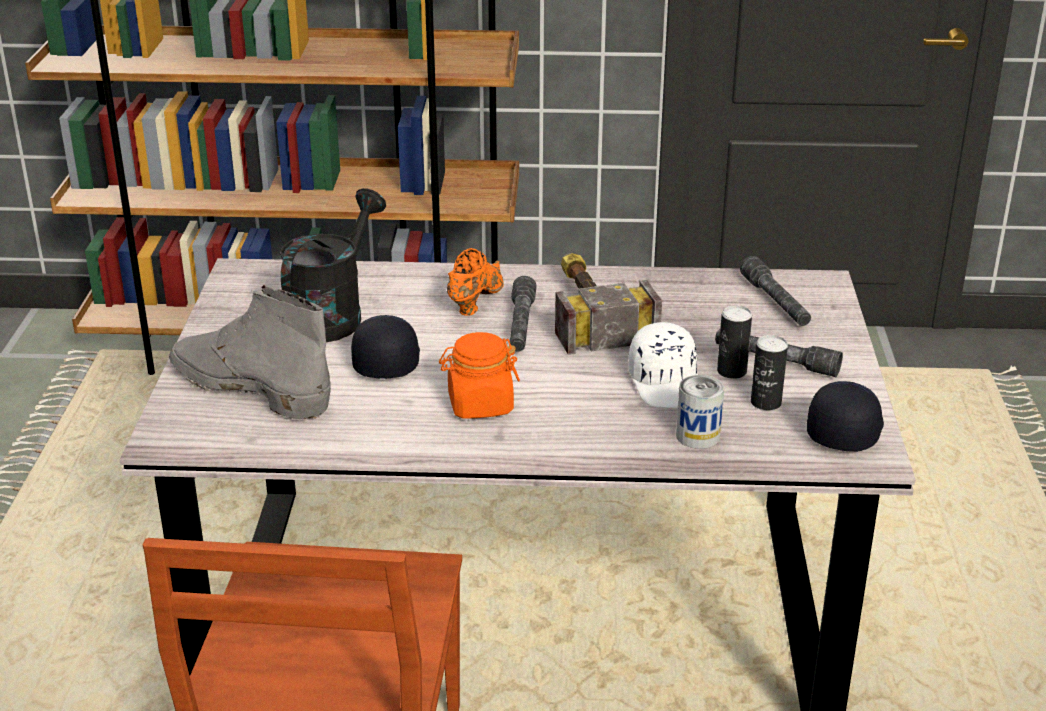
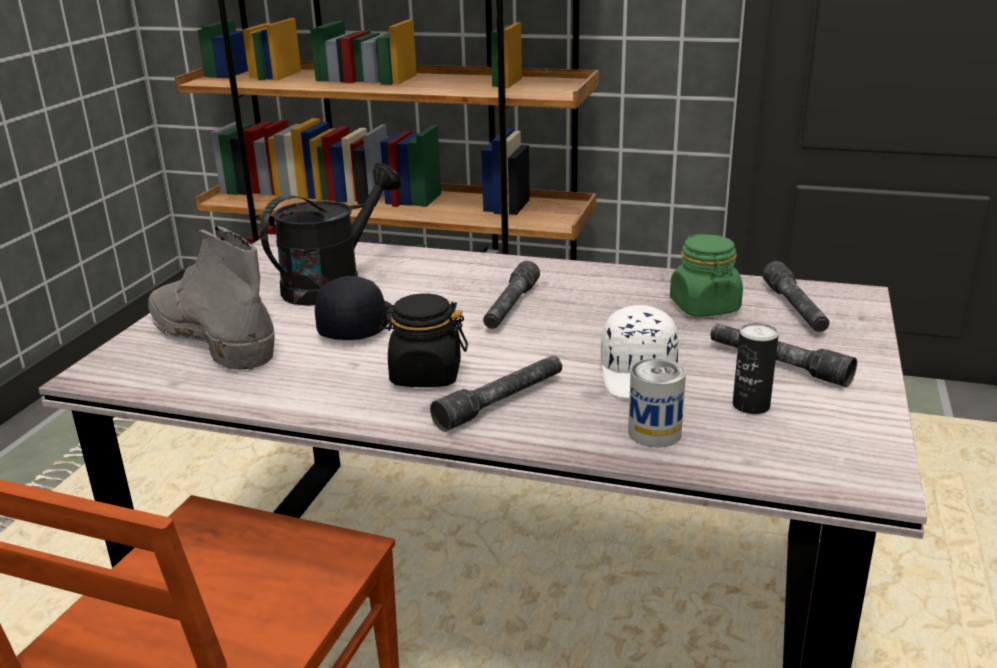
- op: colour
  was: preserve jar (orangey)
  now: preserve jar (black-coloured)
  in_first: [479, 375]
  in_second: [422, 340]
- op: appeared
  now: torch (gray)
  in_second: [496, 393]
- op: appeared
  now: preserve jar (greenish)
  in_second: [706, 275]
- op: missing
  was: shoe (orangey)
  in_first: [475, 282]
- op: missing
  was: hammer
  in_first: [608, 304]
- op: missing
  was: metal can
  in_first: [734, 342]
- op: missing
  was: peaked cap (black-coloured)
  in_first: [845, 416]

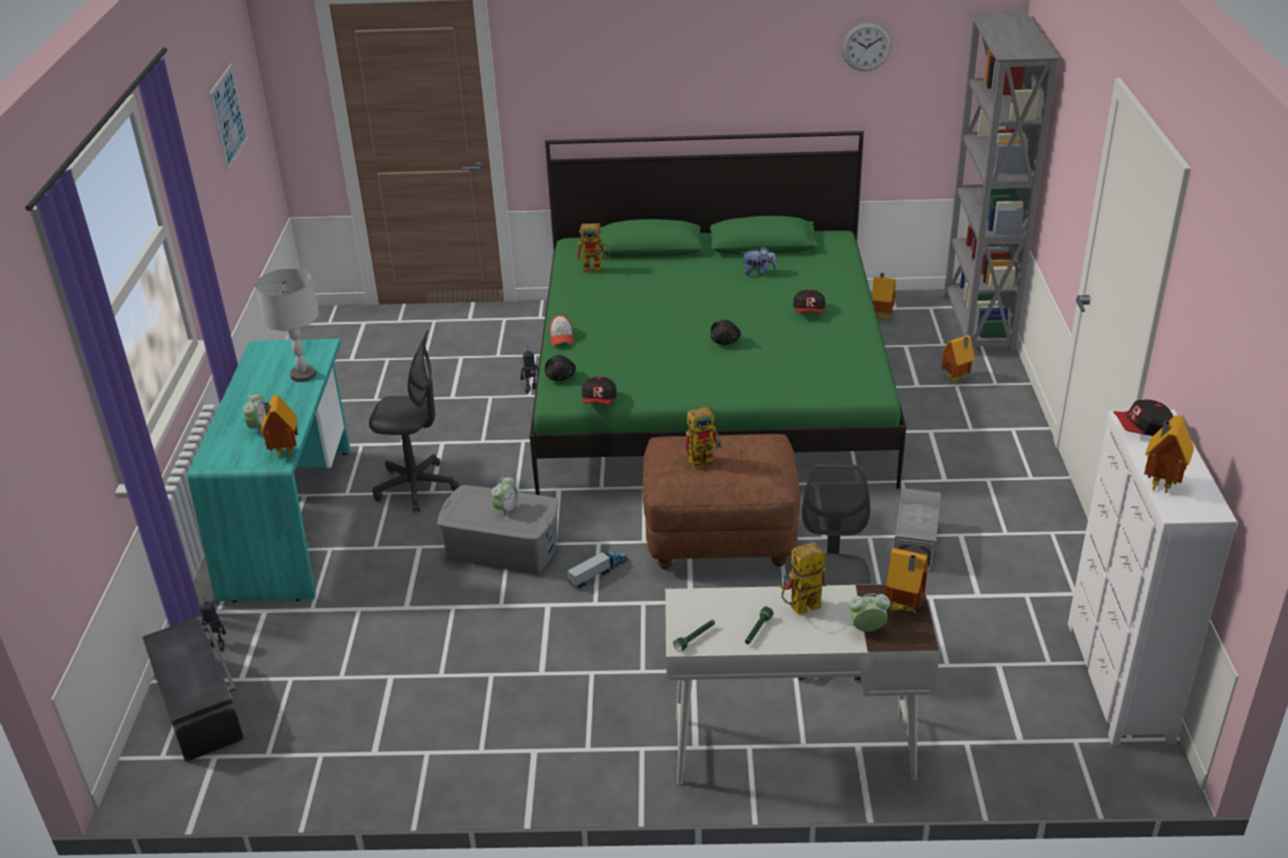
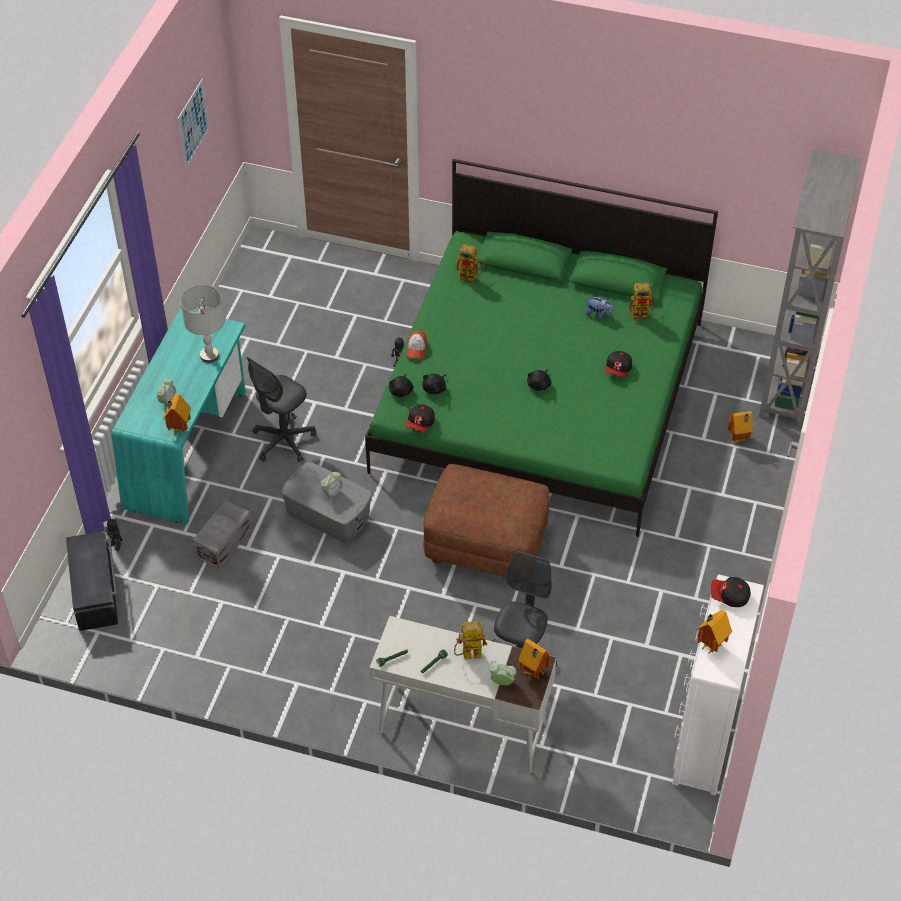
- op: relocated
  was: storage container (gray)
  in_first: [917, 530]
  in_second: [222, 534]
- op: spun
  was: office chair (gray)
  in_first: [414, 421]
  in_second: [281, 409]
  clockwise: 105
- op: appeared
  now: plush toy (black-coloured)
  in_second: [434, 384]
- op: relocated
  was: model robot
  in_first: [703, 437]
  in_second: [641, 302]
- op: missing
  was: toy truck
  in_first: [597, 569]
- op: missing
  was: hanging clock
  in_first: [867, 46]
- op: missing
  was: model house
  in_first: [884, 296]

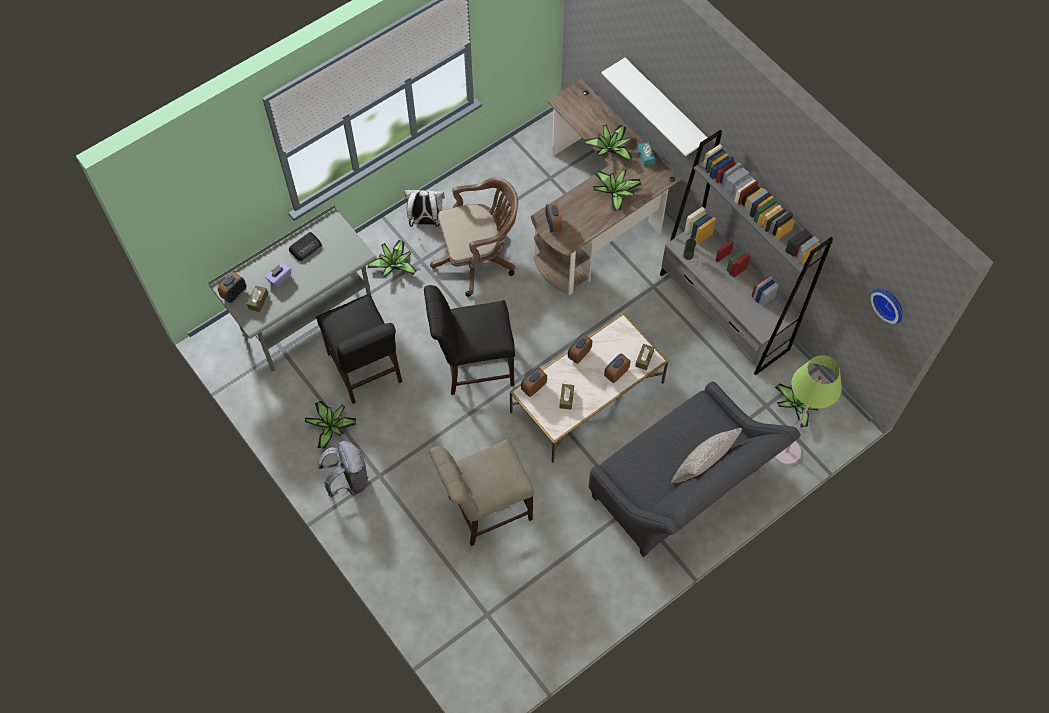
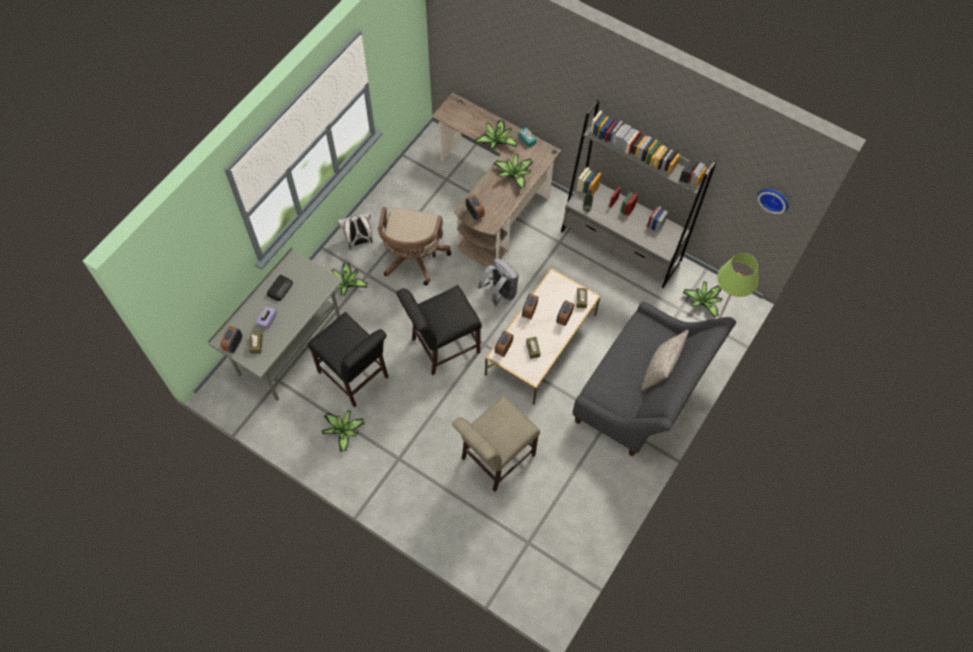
- op: spun
  was: office chair (brown-coloured)
  in_first: [474, 237]
  in_second: [414, 246]
  clockwise: 135
- op: relocated
  was: rucksack (gray)
  in_first: [343, 469]
  in_second: [498, 282]
- op: missing
  was: shelf (whitish)
  in_first: [655, 107]

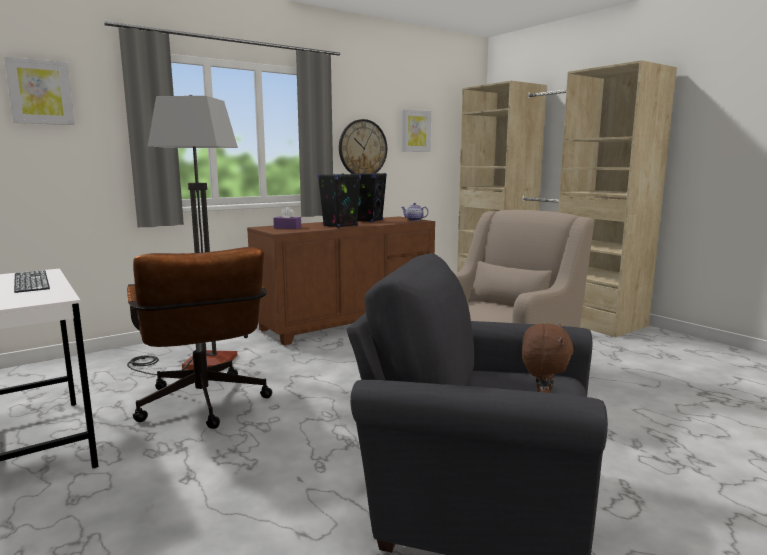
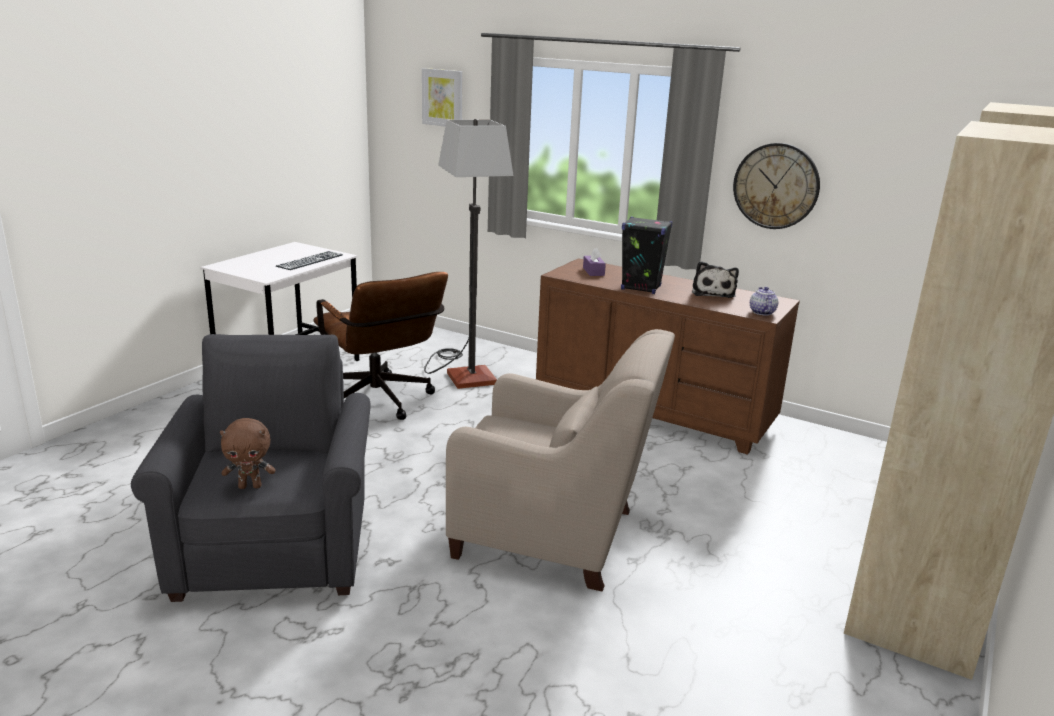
- op: spun
  was: office chair (brown-coloured)
  in_first: [199, 338]
  in_second: [381, 346]
  clockwise: -75
- op: exchanged
  was: audio speaker (black-coloured)
  now: plush toy
  in_first: [369, 197]
  in_second: [715, 279]
- op: missing
  was: picture
  in_first: [416, 130]

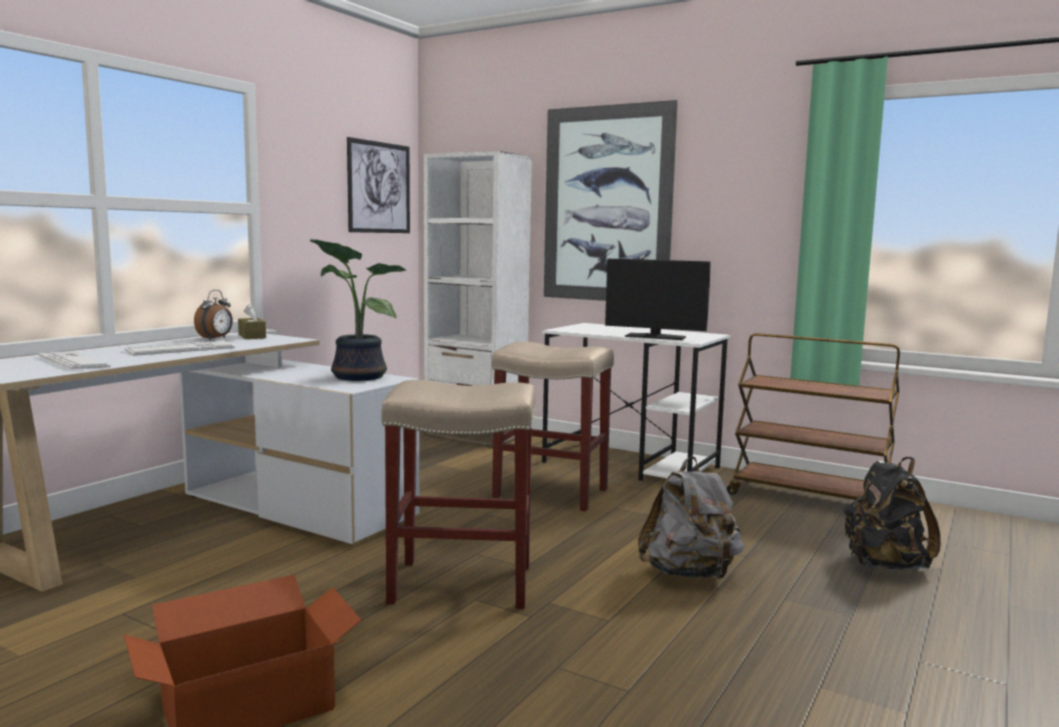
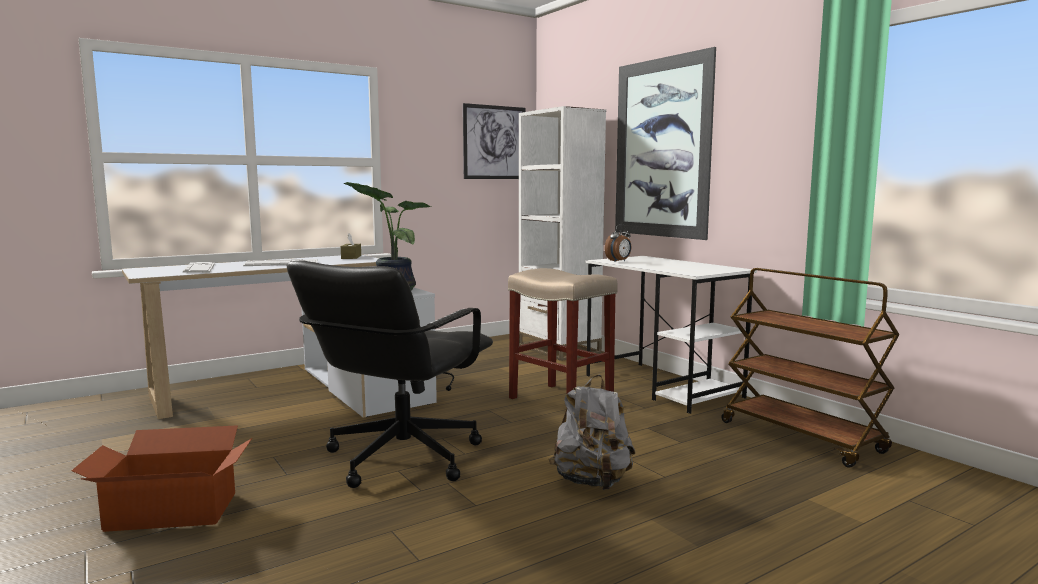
- op: exchanged
  was: sitting stool (beige)
  now: office chair (black-coloured)
  in_first: [458, 494]
  in_second: [390, 374]
- op: relocated
  was: alarm clock
  in_first: [213, 315]
  in_second: [618, 243]
- op: missing
  was: computer display
  in_first: [658, 299]
- op: missing
  was: rucksack (black-coloured)
  in_first: [892, 513]

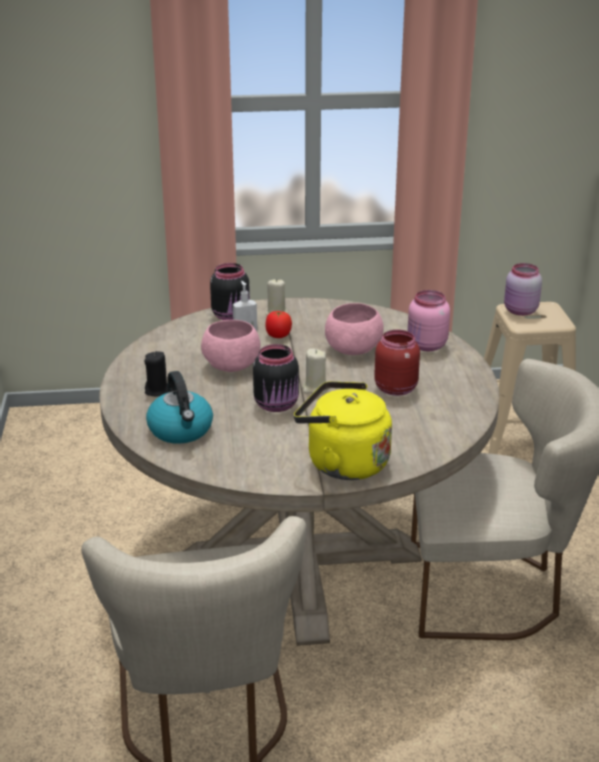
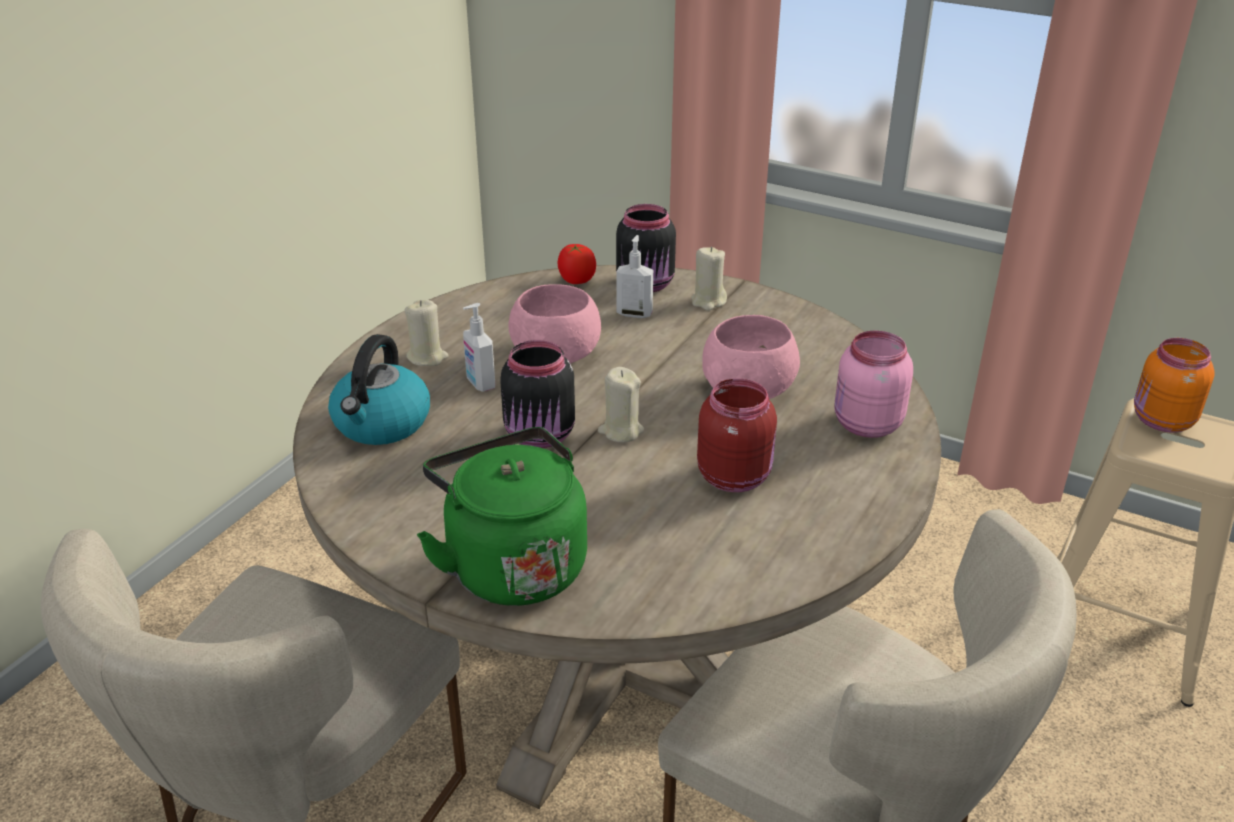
- op: colour
  was: wax candle (black-coloured)
  now: wax candle (beige)
  in_first: [156, 374]
  in_second: [426, 333]
- op: colour
  was: tea kettle (yellow-coloured)
  now: tea kettle (greenish)
  in_first: [343, 430]
  in_second: [502, 516]
- op: appeared
  now: liquid soap bottle
  in_second: [479, 347]
- op: relocated
  was: tomato
  in_first: [278, 324]
  in_second: [577, 264]
- op: colour
  was: preserve jar (pinkish)
  now: preserve jar (orangey)
  in_first: [523, 289]
  in_second: [1174, 385]

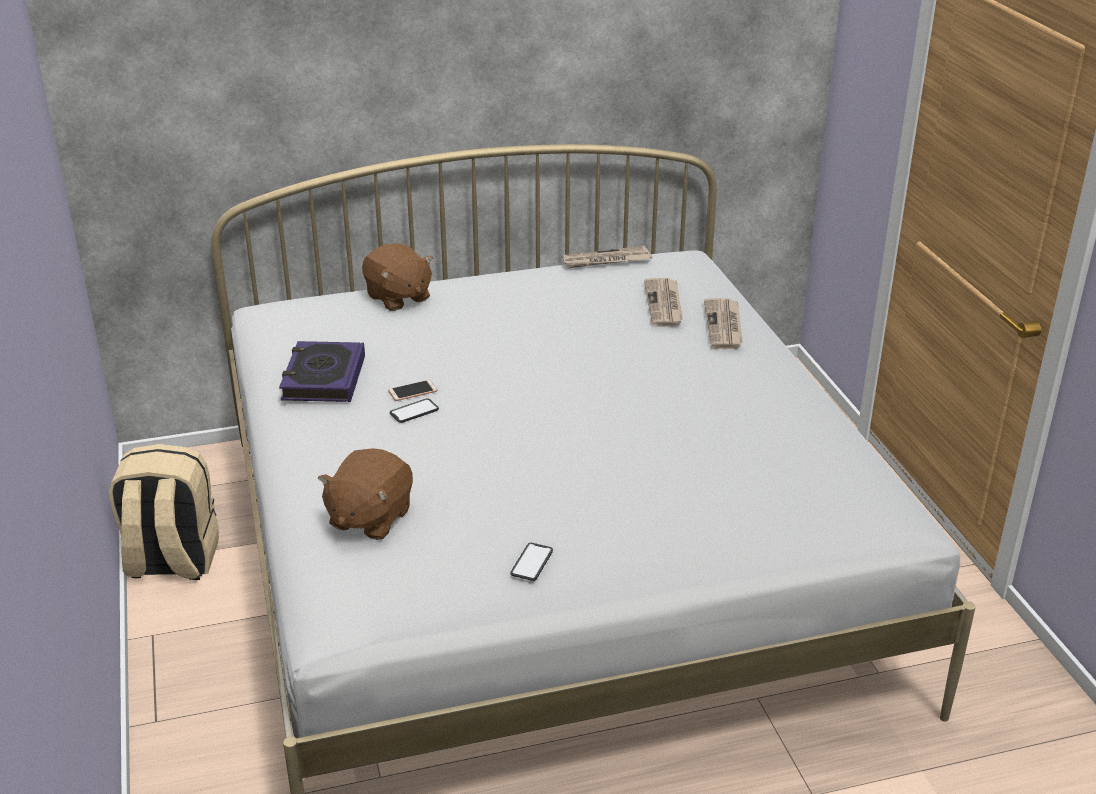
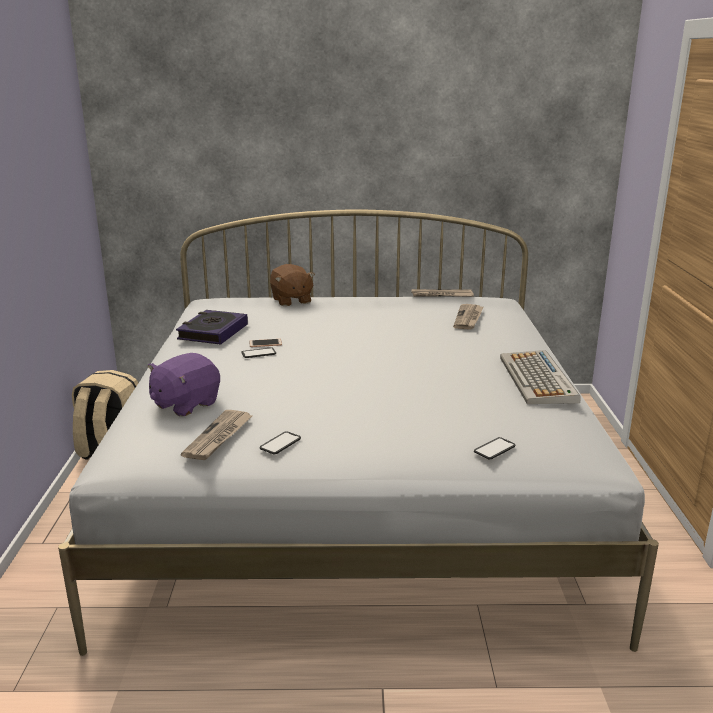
- op: colour
  was: plush toy (brown-coloured)
  now: plush toy (purple-coloured)
  in_first: [365, 494]
  in_second: [184, 385]
- op: relocated
  was: newspaper
  in_first: [723, 323]
  in_second: [216, 435]
- op: appeared
  now: telephone
  in_second: [495, 448]
- op: appeared
  now: keyboard
  in_second: [540, 377]

